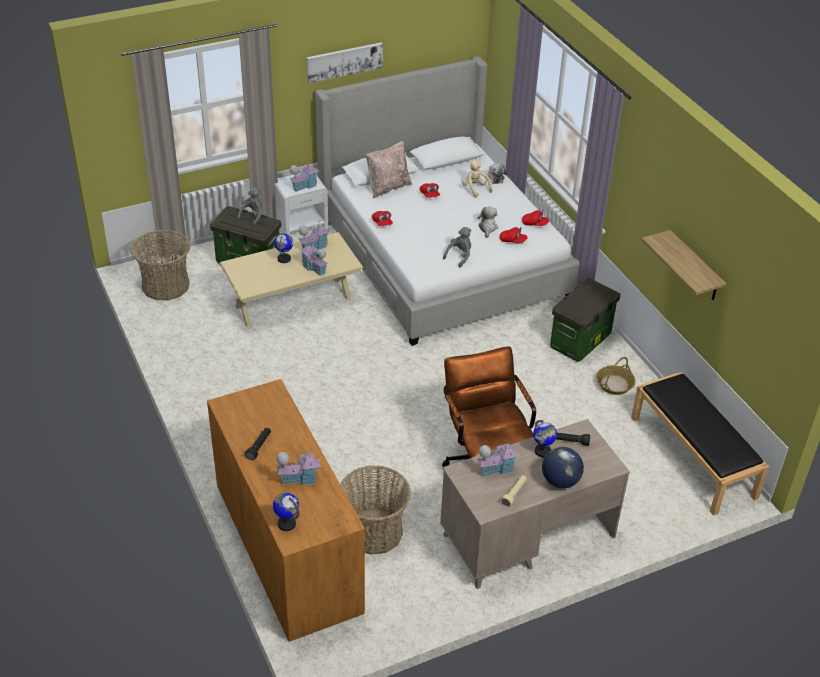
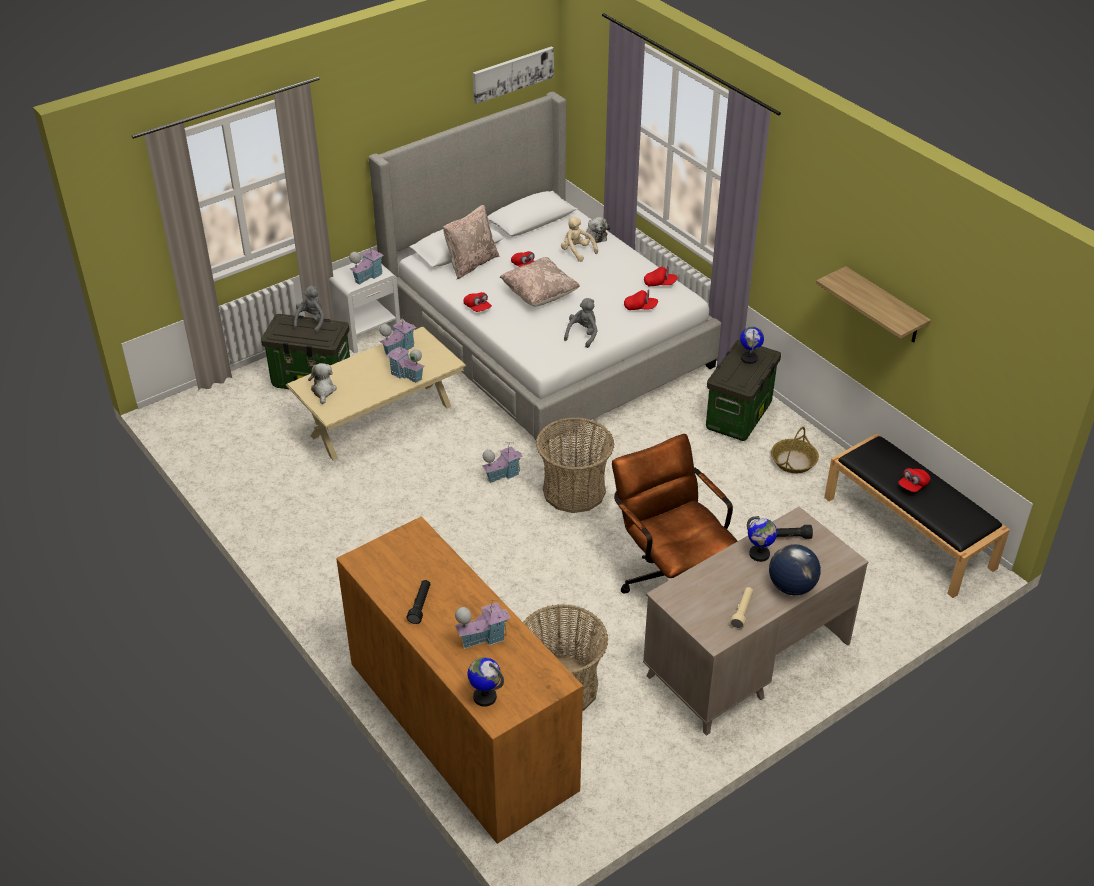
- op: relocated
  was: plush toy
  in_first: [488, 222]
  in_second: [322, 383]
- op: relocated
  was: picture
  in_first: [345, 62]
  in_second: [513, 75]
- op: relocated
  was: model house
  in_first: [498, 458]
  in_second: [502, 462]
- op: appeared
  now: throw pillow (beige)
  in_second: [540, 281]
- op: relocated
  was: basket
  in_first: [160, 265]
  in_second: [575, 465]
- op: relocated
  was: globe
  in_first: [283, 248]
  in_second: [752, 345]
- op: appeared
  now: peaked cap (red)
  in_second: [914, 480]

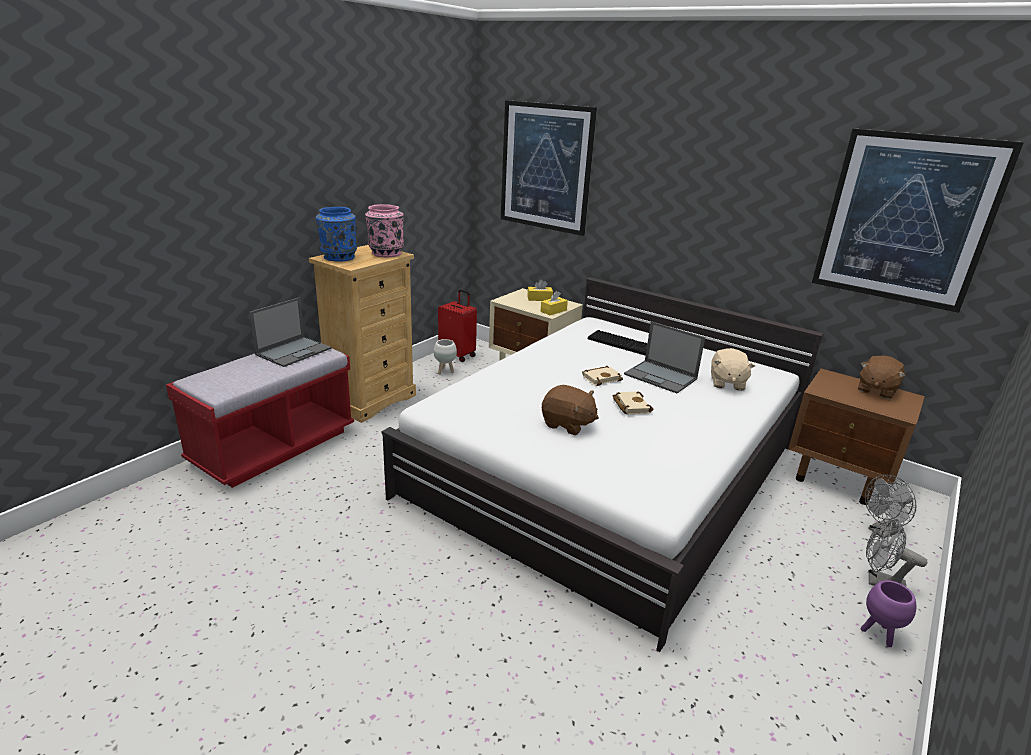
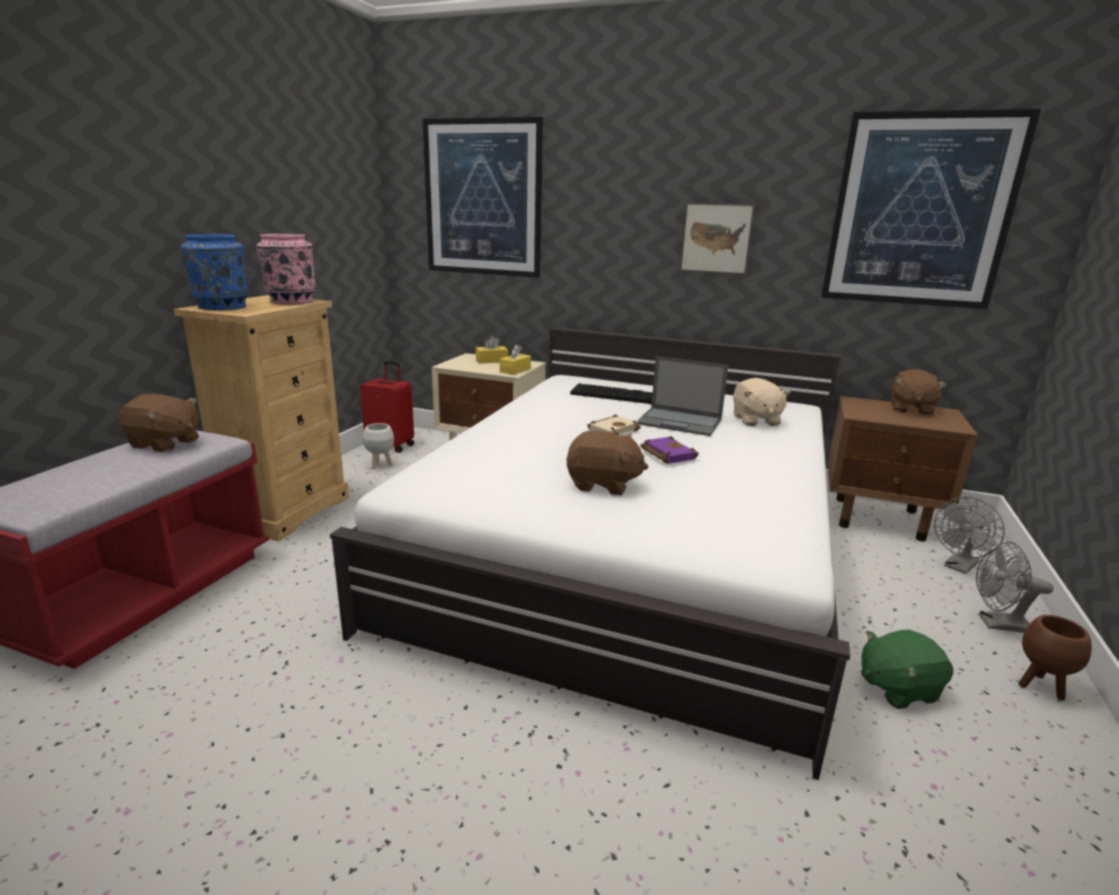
- op: exchanged
  was: notebook computer
  now: plush toy (brown-coloured)
  in_first: [290, 332]
  in_second: [159, 423]
- op: colour
  was: volume (beige)
  now: volume (purple-coloured)
  in_first: [632, 402]
  in_second: [669, 450]
- op: appeared
  now: picture
  in_second: [717, 238]
- op: appeared
  now: plush toy (greenish)
  in_second: [907, 669]
- op: colour
  was: flower pot (purple-coloured)
  now: flower pot (brown-coloured)
  in_first: [888, 613]
  in_second: [1055, 658]

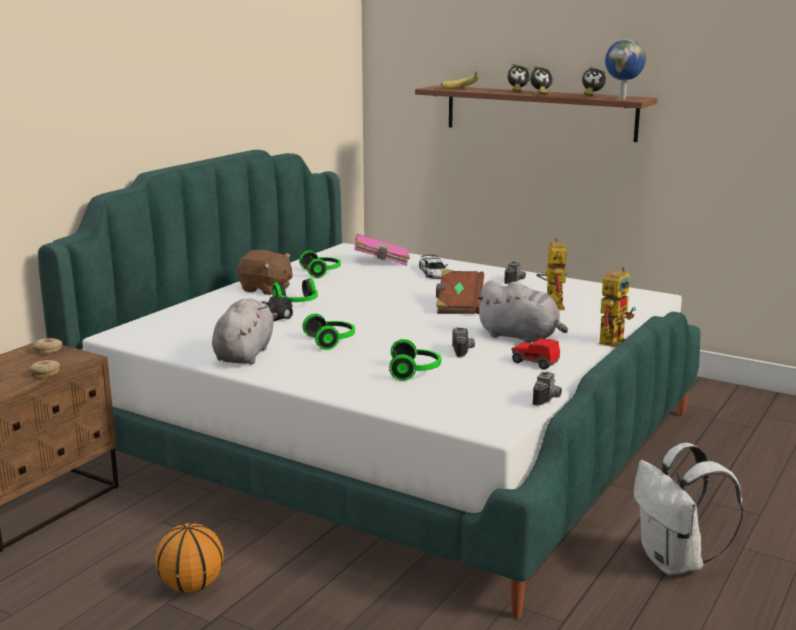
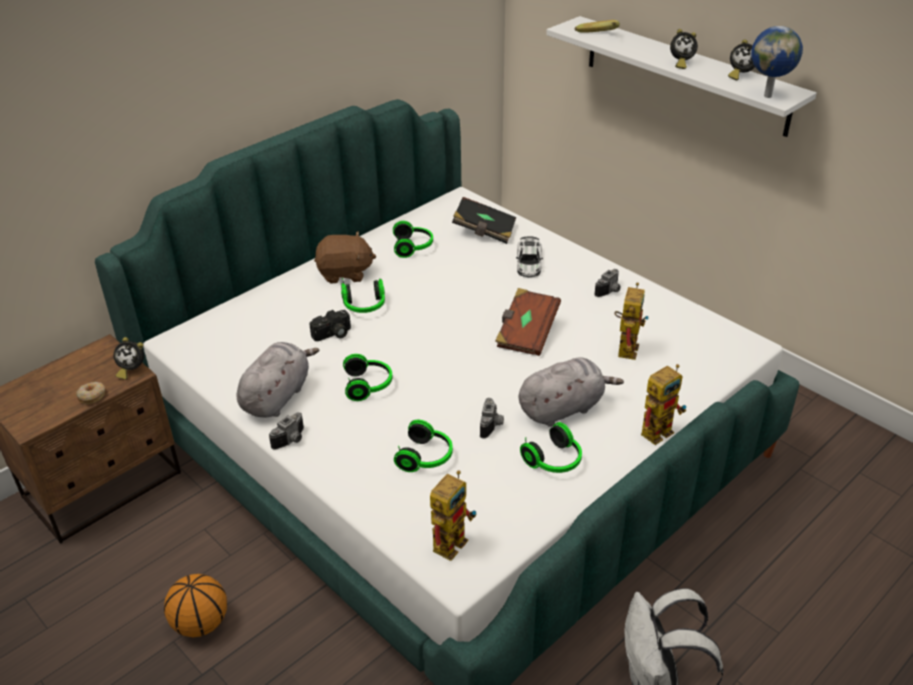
- op: relocated
  was: alarm clock
  in_first: [519, 77]
  in_second: [128, 358]
- op: relocated
  was: photo camera
  in_first: [547, 388]
  in_second: [286, 431]
- op: spun
  was: plush toy (brown-coloured)
  in_first: [265, 272]
  in_second: [345, 257]
  clockwise: -45
- op: appeared
  now: model robot
  in_second: [453, 515]
- op: colour
  was: volume (pinkish)
  now: volume (black-coloured)
  in_first: [382, 250]
  in_second: [484, 220]
- op: spun
  was: plush toy (gray)
  in_first: [521, 311]
  in_second: [571, 392]
  clockwise: -75
- op: exchanged
  was: model car
  now: headphones
  in_first: [535, 354]
  in_second: [551, 447]
- op: colour
  was: shelf (brown-coloured)
  now: shelf (whitish)
  in_first: [536, 114]
  in_second: [681, 76]
- op: missing
  was: donut
  in_first: [47, 346]

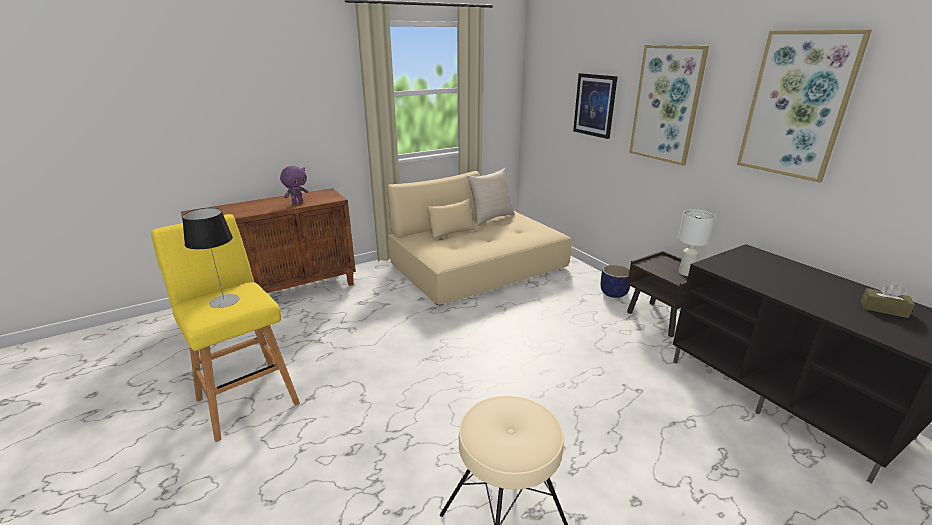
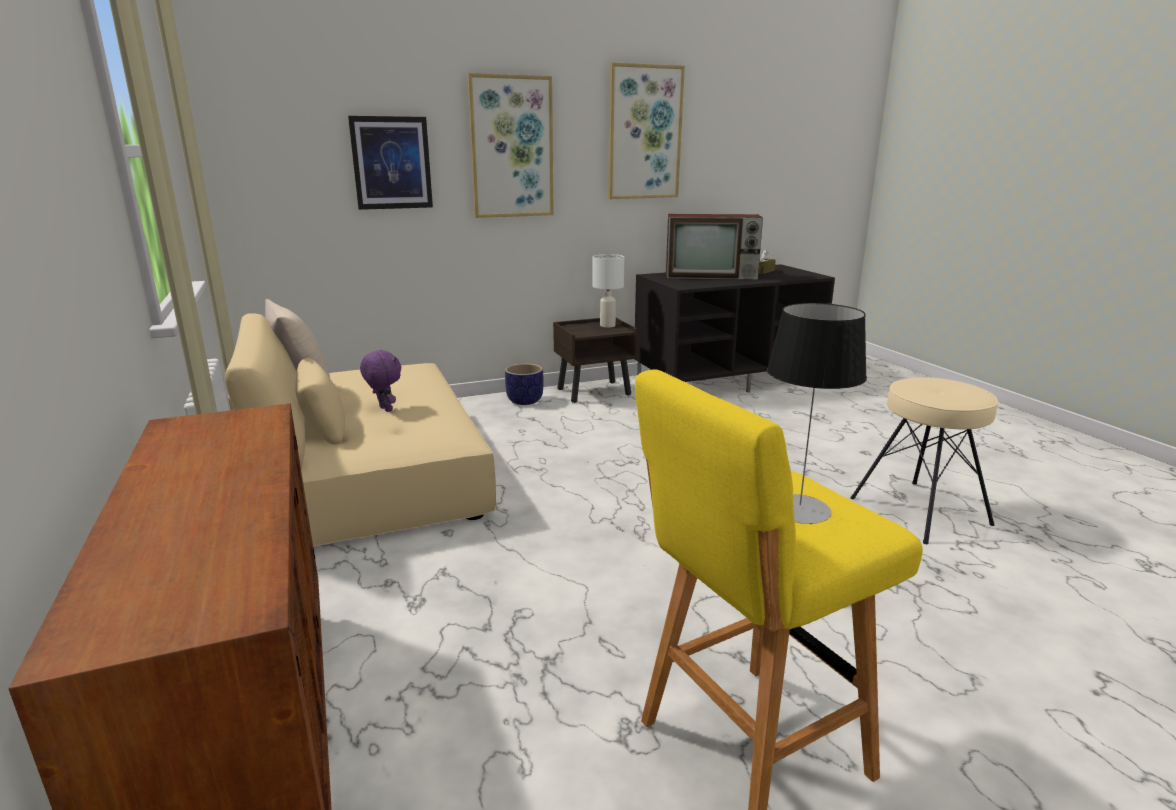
- op: relocated
  was: plush toy (purple-coloured)
  in_first: [294, 185]
  in_second: [380, 381]
- op: appeared
  now: TV set
  in_second: [714, 247]

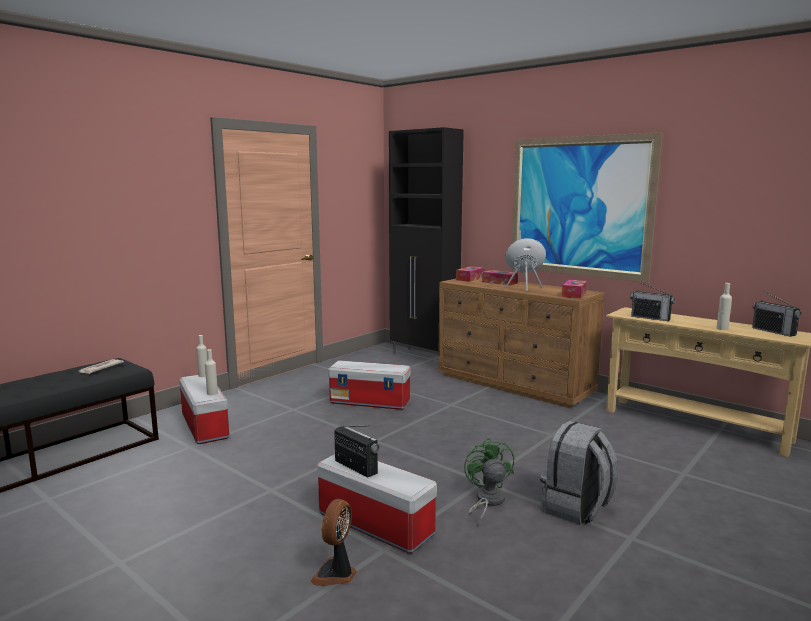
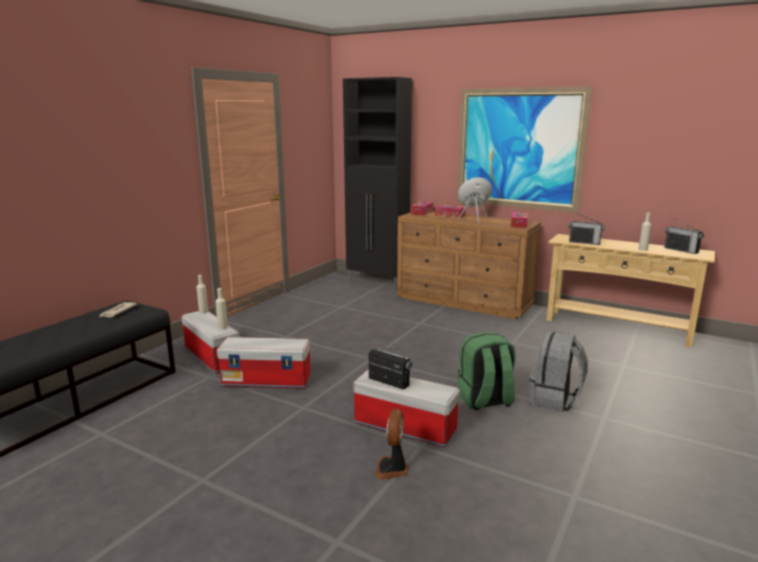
- op: relocated
  was: storage container
  in_first: [369, 385]
  in_second: [264, 363]
- op: exchanged
  was: electric fan (greenish)
  now: rucksack (greenish)
  in_first: [489, 482]
  in_second: [487, 371]

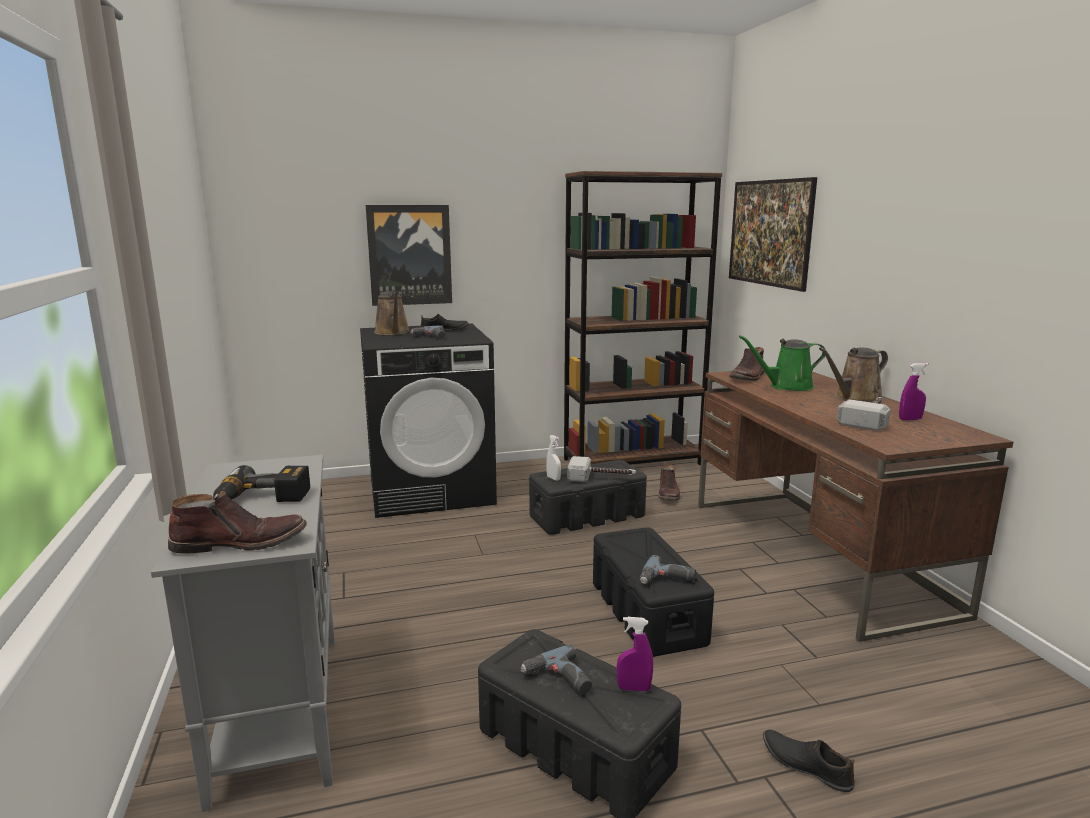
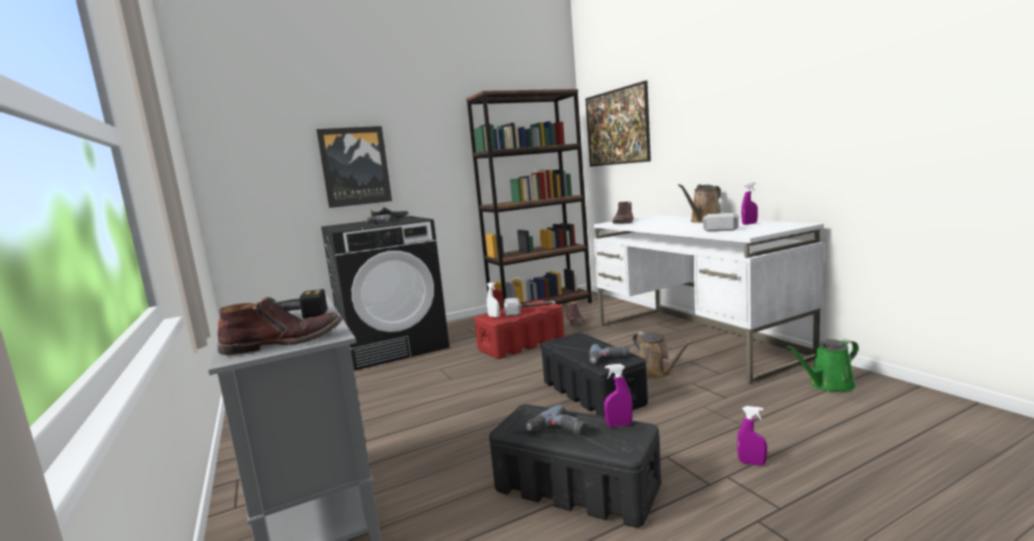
- op: colour
  was: storage container (black-coloured)
  now: storage container (red)
  in_first: [588, 497]
  in_second: [519, 329]
- op: colour
  was: desk (brown-coloured)
  now: desk (whitish)
  in_first: [855, 506]
  in_second: [708, 299]
- op: relocated
  was: sprinkling can (brown-coloured)
  in_first: [392, 313]
  in_second: [662, 355]
- op: exchanged
  was: shoe (black-coloured)
  now: hand sprayer (purple-coloured)
  in_first: [809, 761]
  in_second: [752, 435]
- op: relocated
  was: sprinkling can (greenish)
  in_first: [782, 363]
  in_second: [822, 365]

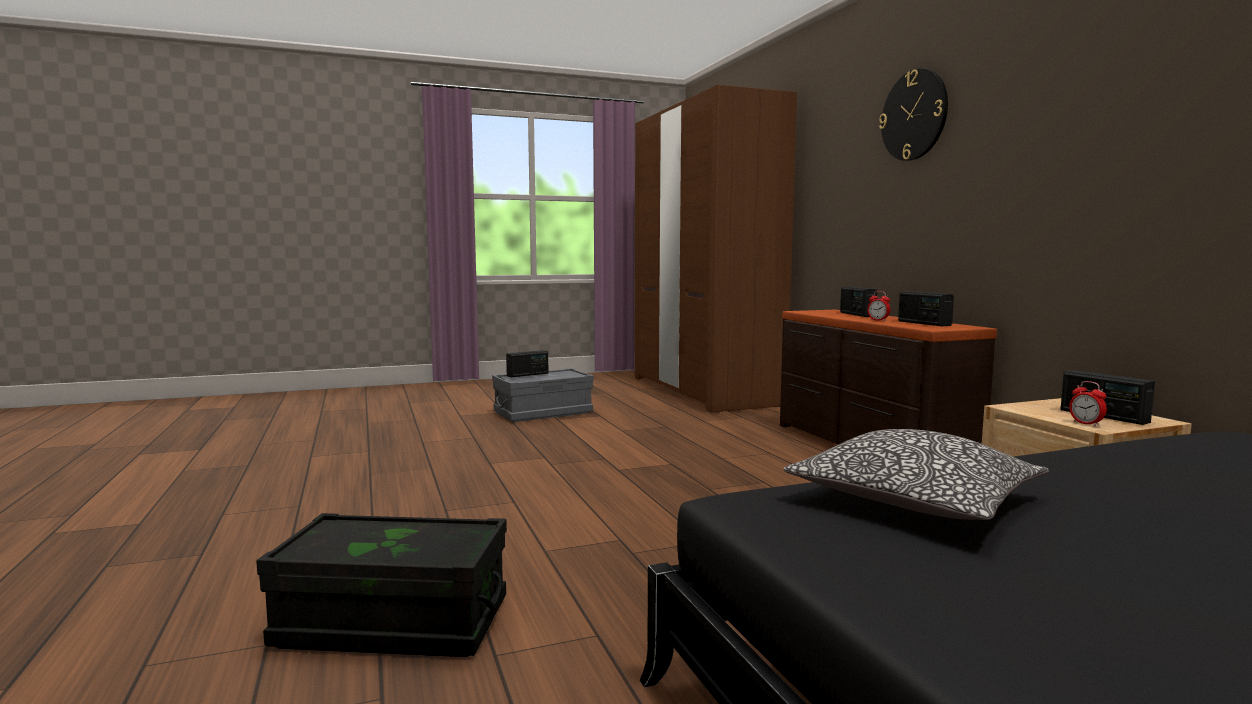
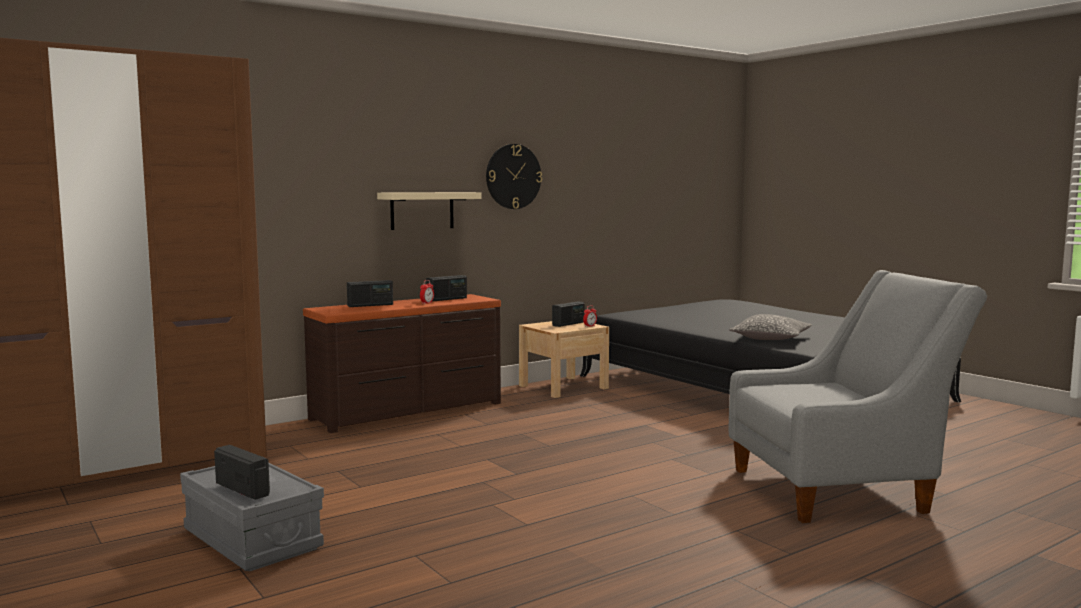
- op: appeared
  now: shelf (beige)
  in_second: [429, 211]
- op: relocated
  was: hanging clock
  in_first: [913, 114]
  in_second: [514, 176]
- op: exchanged
  was: storage container (black-coloured)
  now: lounge chair (gray)
  in_first: [381, 585]
  in_second: [857, 396]

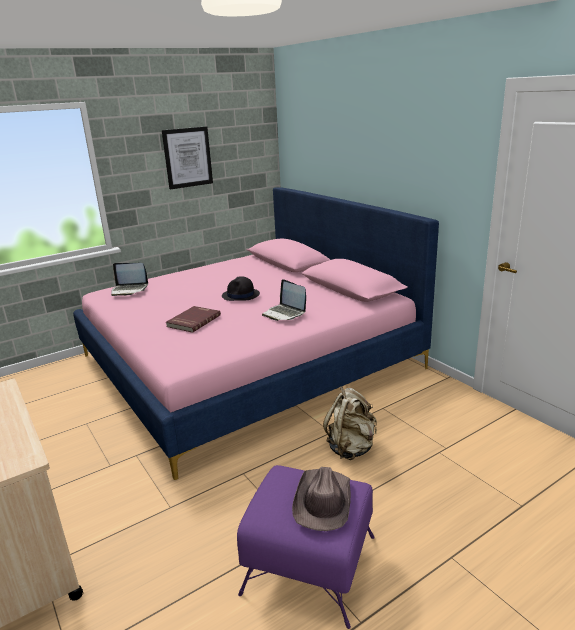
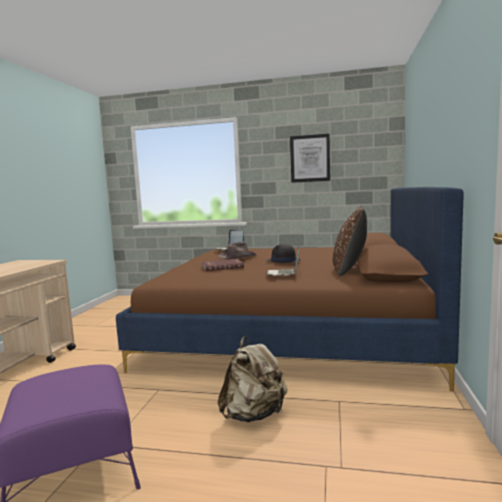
- op: colour
  was: bedroom bed (pinkish)
  now: bedroom bed (brown-coloured)
  in_first: [256, 333]
  in_second: [290, 289]
- op: relocated
  was: hat (brown-coloured)
  in_first: [321, 499]
  in_second: [237, 250]
- op: appeared
  now: throw pillow (brown-coloured)
  in_second: [350, 241]

